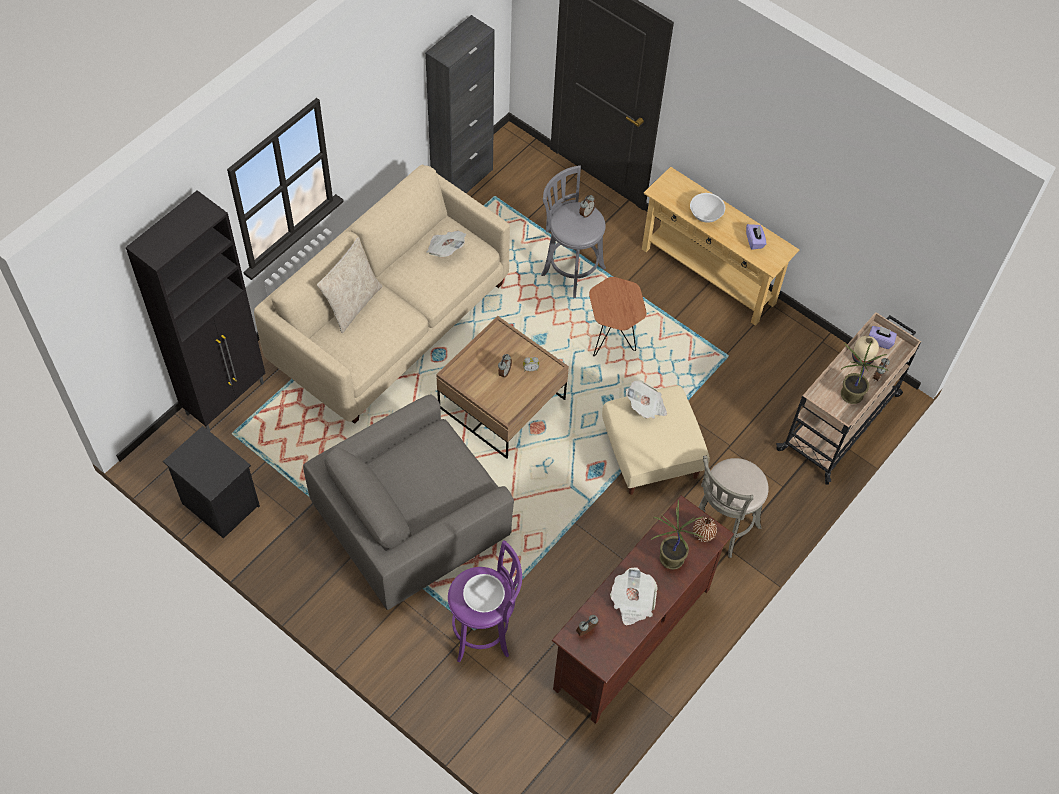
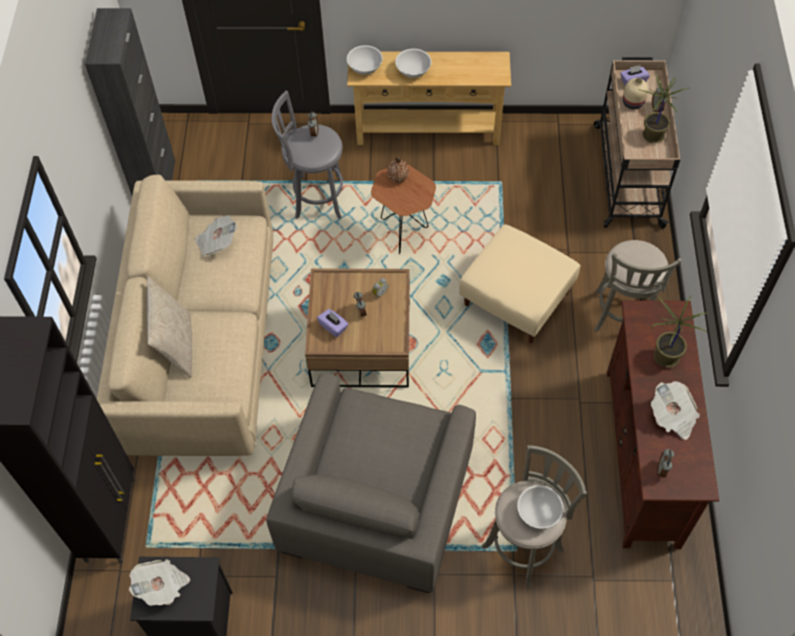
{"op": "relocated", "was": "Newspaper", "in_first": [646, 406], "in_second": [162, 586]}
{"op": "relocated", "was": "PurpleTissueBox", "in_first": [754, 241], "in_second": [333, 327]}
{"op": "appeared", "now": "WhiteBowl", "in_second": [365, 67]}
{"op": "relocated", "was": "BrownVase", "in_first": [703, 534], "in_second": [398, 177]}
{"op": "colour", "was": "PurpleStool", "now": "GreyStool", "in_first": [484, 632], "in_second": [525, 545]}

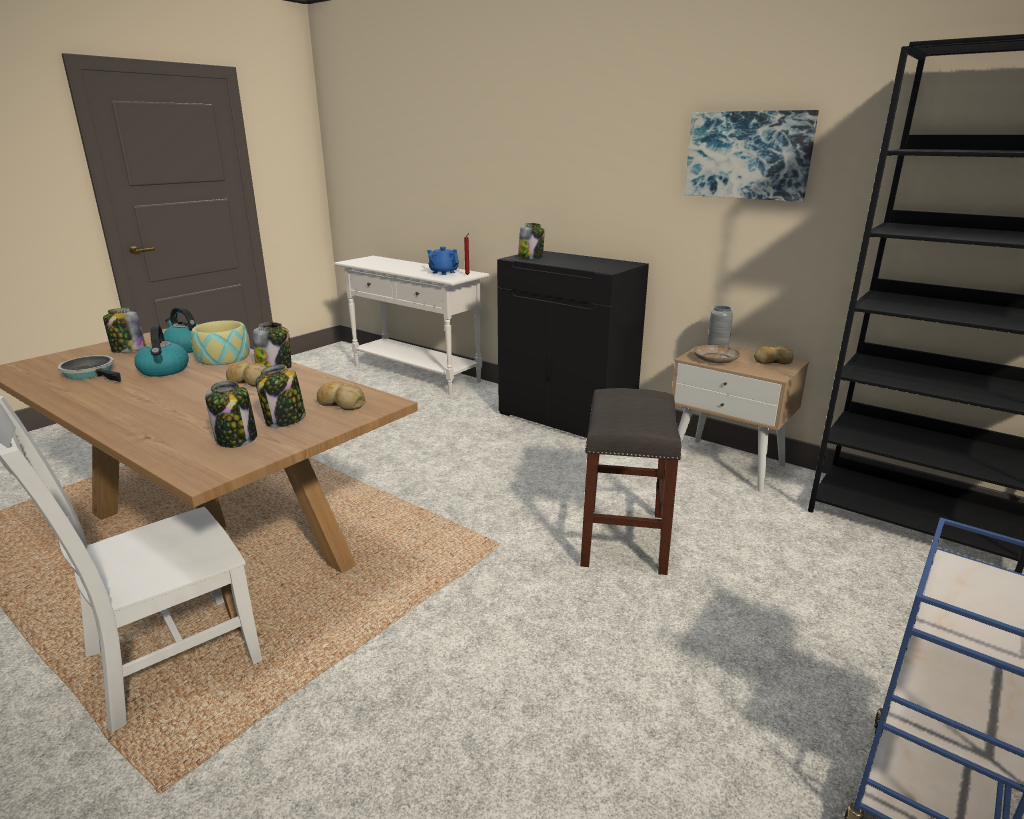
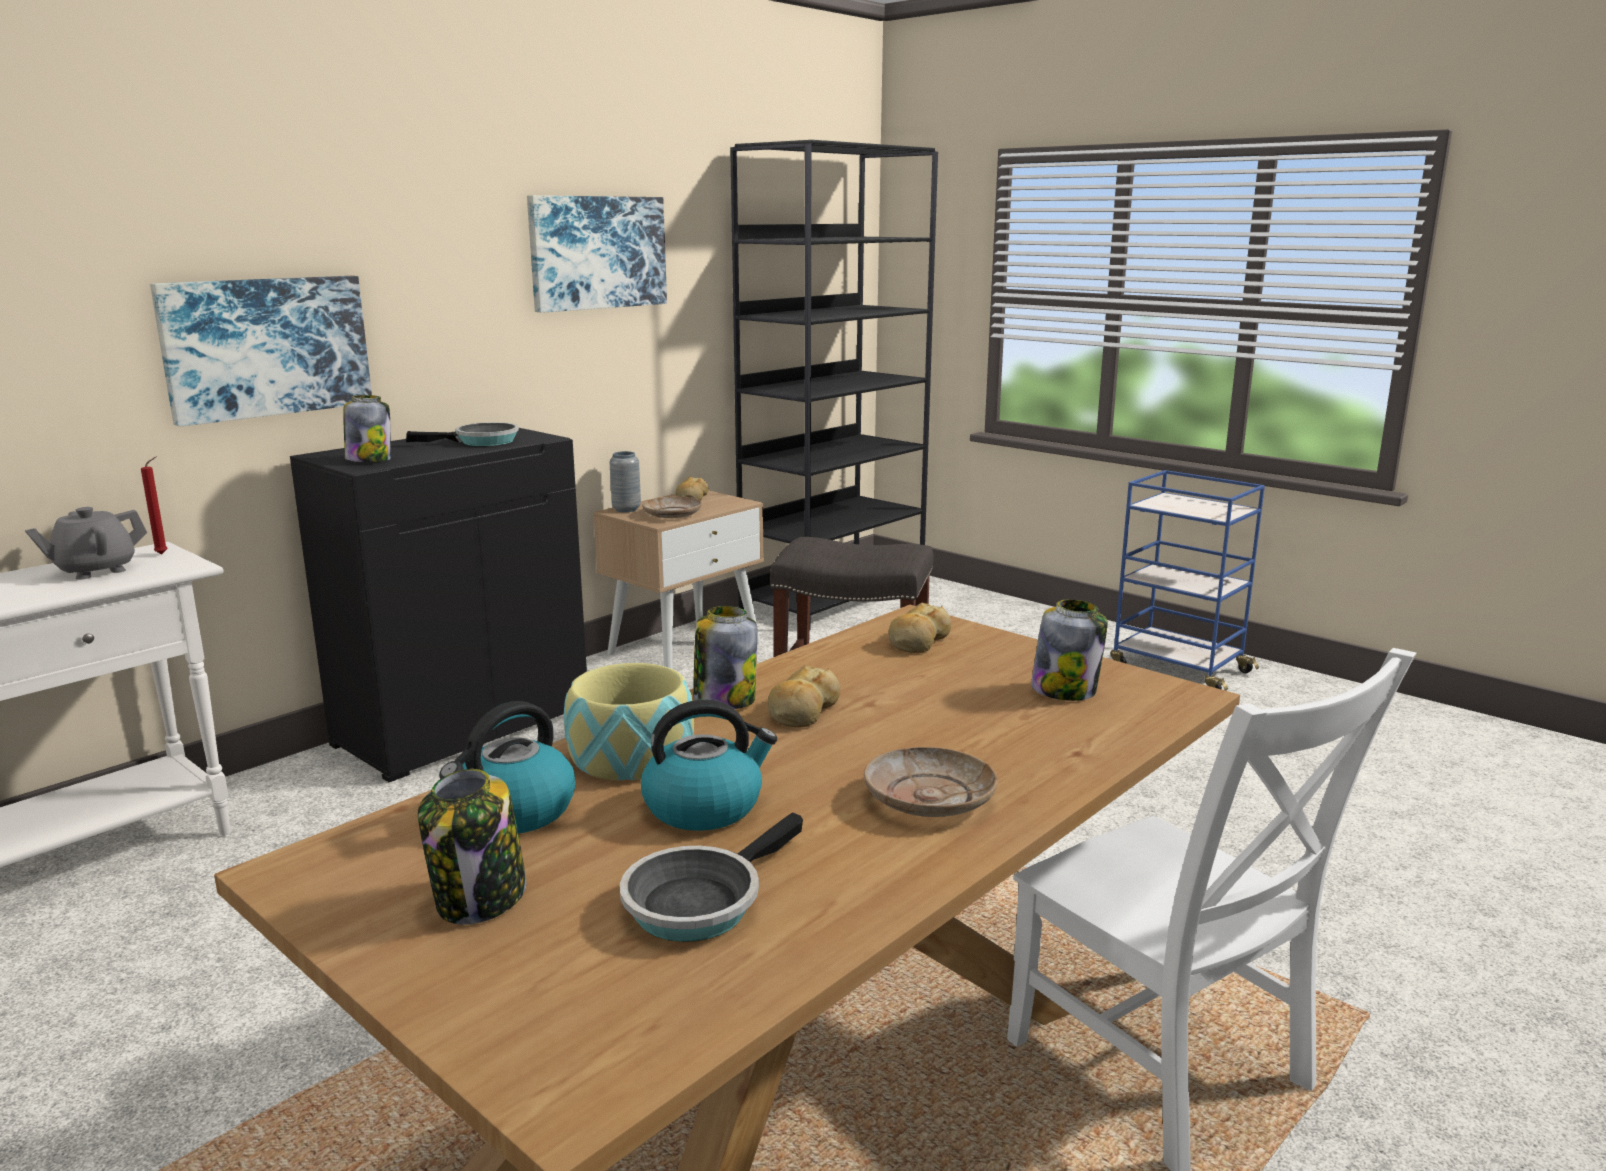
{"op": "colour", "was": "BlueTeapot", "now": "GreyTeapot", "in_first": [443, 272], "in_second": [95, 571]}
{"op": "appeared", "now": "Picture", "in_second": [266, 347]}
{"op": "appeared", "now": "FryingPan", "in_second": [481, 442]}
{"op": "appeared", "now": "BeigePlate", "in_second": [928, 798]}
{"op": "missing", "was": "Jar", "in_first": [285, 420]}

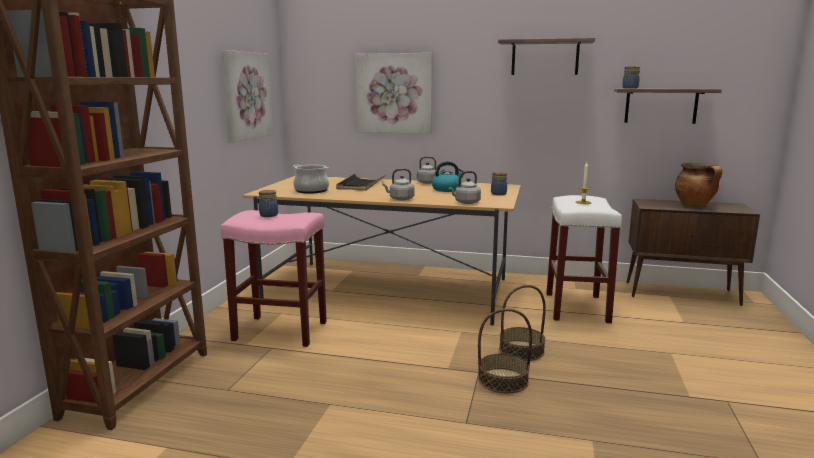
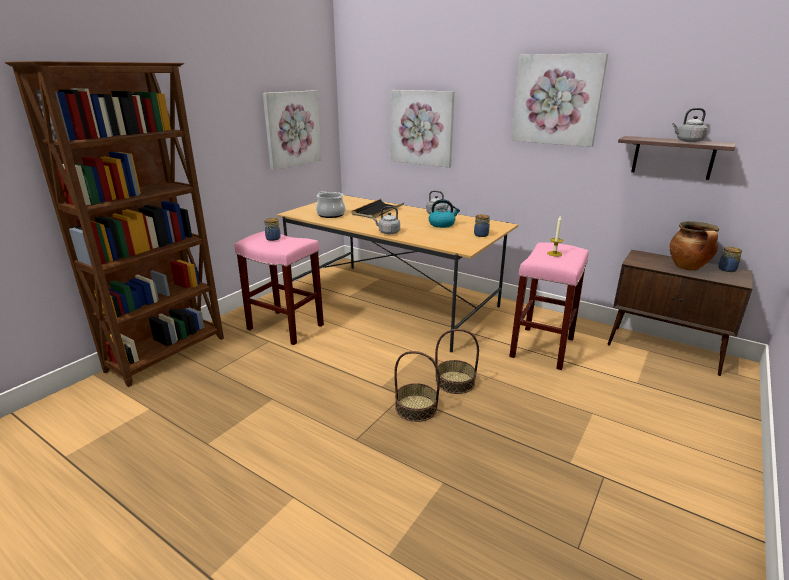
{"op": "colour", "was": "WhiteStool", "now": "PinkStool", "in_first": [577, 308], "in_second": [542, 348]}
{"op": "exchanged", "was": "Shelf", "now": "Picture", "in_first": [545, 57], "in_second": [557, 100]}
{"op": "relocated", "was": "GreyKettle", "in_first": [466, 202], "in_second": [687, 141]}
{"op": "relocated", "was": "Jar", "in_first": [629, 88], "in_second": [726, 269]}

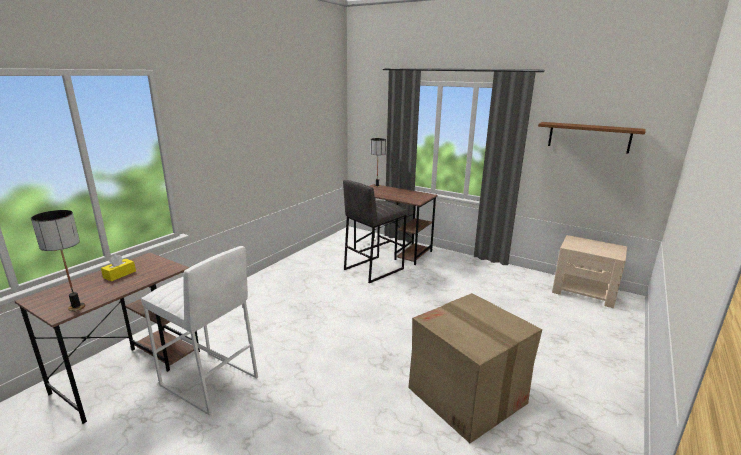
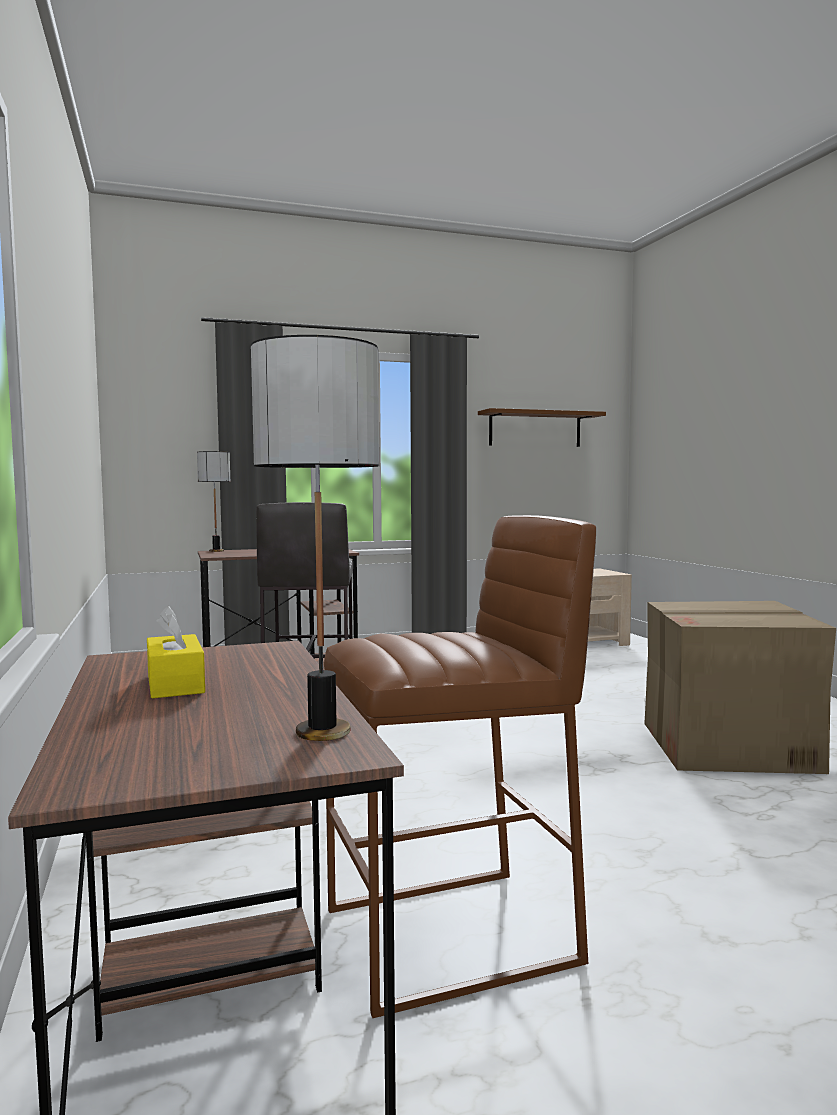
{"op": "colour", "was": "WhiteStool", "now": "BrownStool", "in_first": [209, 382], "in_second": [453, 936]}

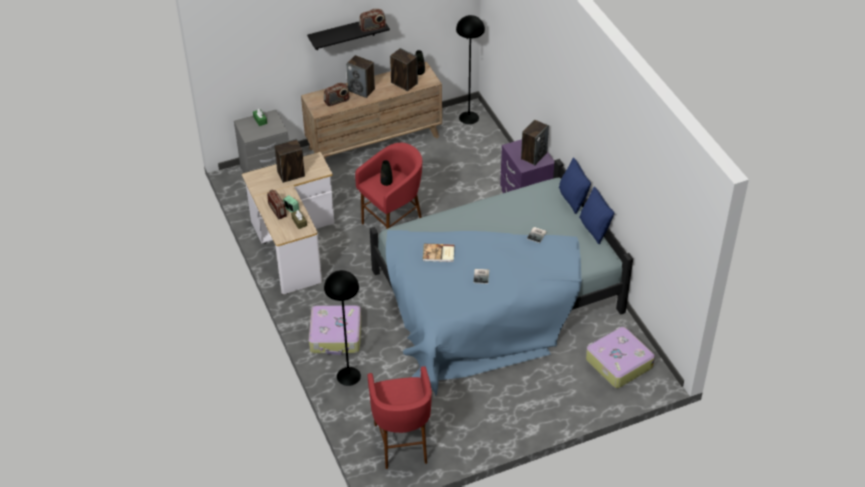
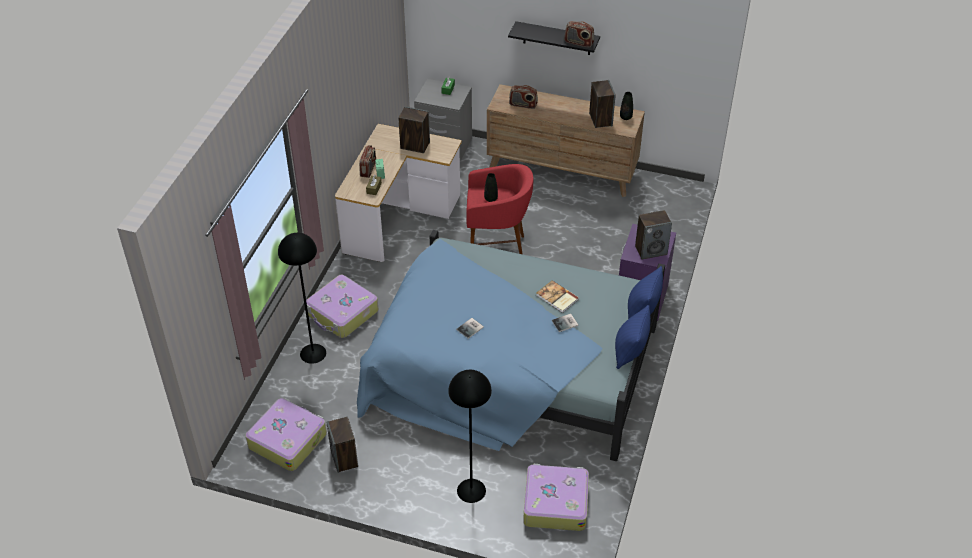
{"op": "exchanged", "was": "RedStool", "now": "Suitcase", "in_first": [402, 443], "in_second": [288, 440]}
{"op": "relocated", "was": "Speaker", "in_first": [361, 90], "in_second": [344, 458]}
{"op": "relocated", "was": "BlackFloorLamp", "in_first": [469, 118], "in_second": [471, 491]}
{"op": "relocated", "was": "Book", "in_first": [439, 254], "in_second": [557, 298]}

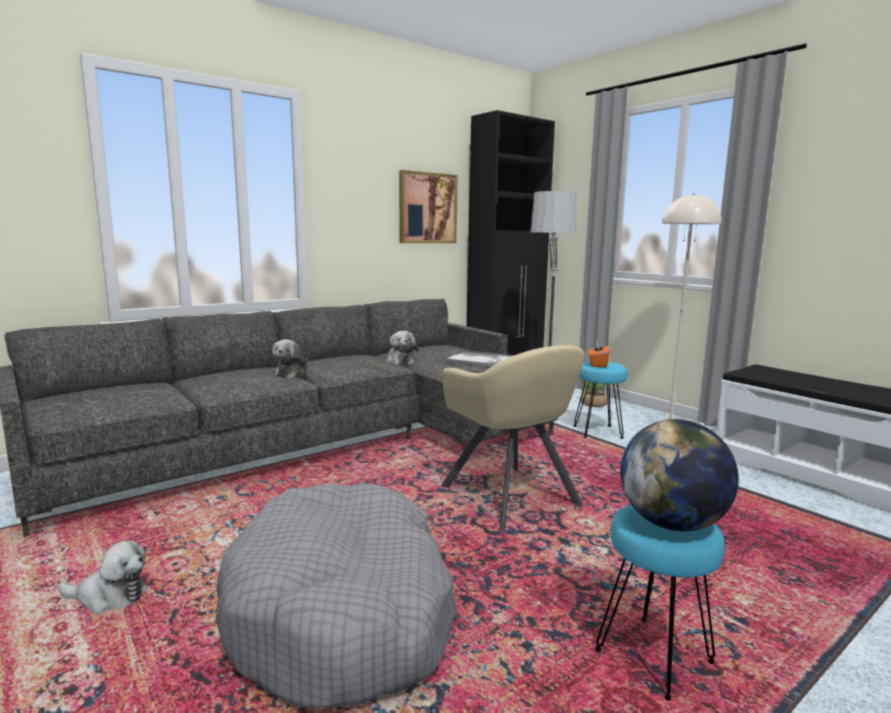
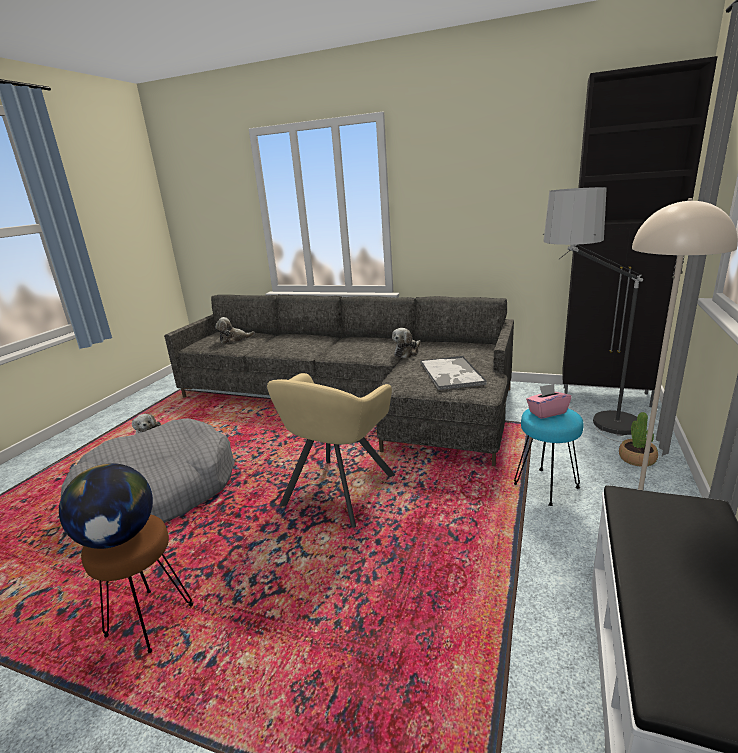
{"op": "colour", "was": "TurquoiseStool", "now": "BrownStool", "in_first": [652, 656], "in_second": [151, 620]}
{"op": "relocated", "was": "PlushToy", "in_first": [292, 373], "in_second": [234, 339]}
{"op": "colour", "was": "OrangeTissueBox", "now": "PinkTissueBox", "in_first": [598, 364], "in_second": [547, 412]}
{"op": "missing", "was": "Picture", "in_first": [427, 208]}

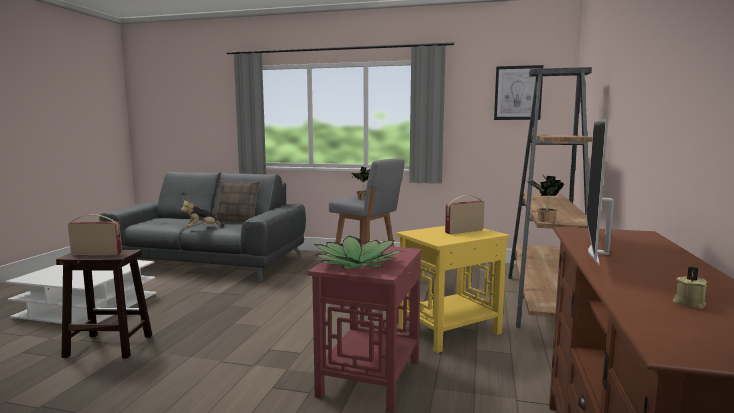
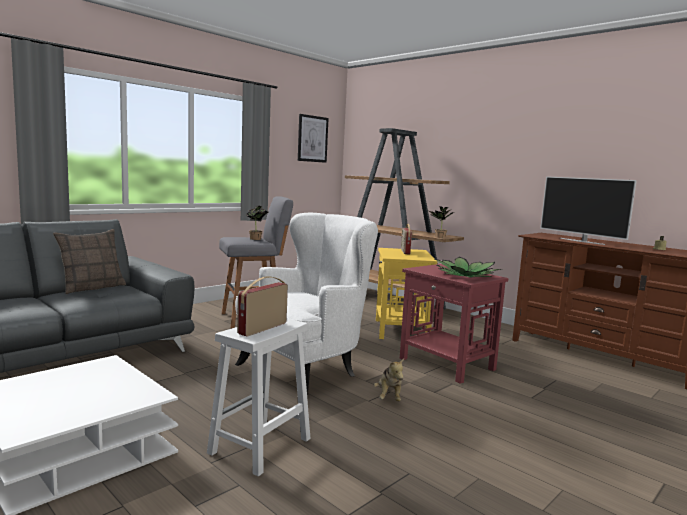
{"op": "colour", "was": "BrownStool", "now": "WhiteStool", "in_first": [107, 346], "in_second": [259, 447]}
{"op": "appeared", "now": "WhiteArmchair", "in_second": [305, 371]}
{"op": "relocated", "was": "PlushToy", "in_first": [202, 228], "in_second": [389, 397]}

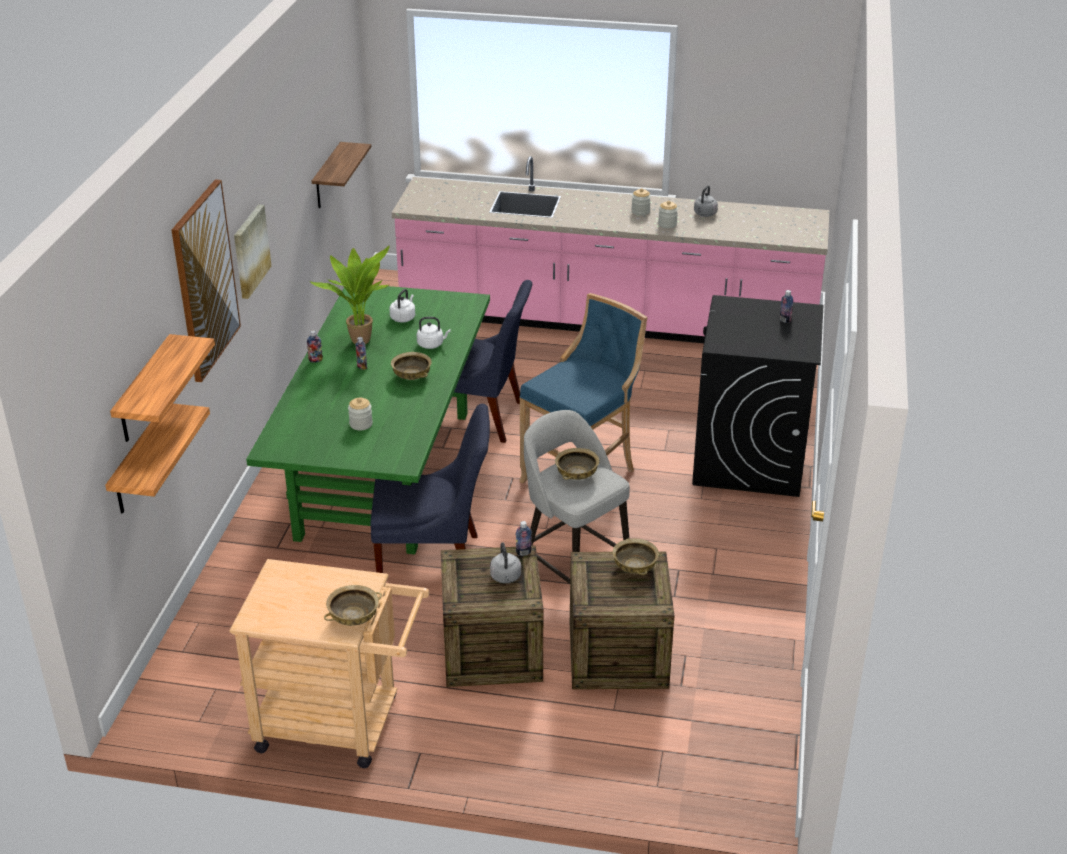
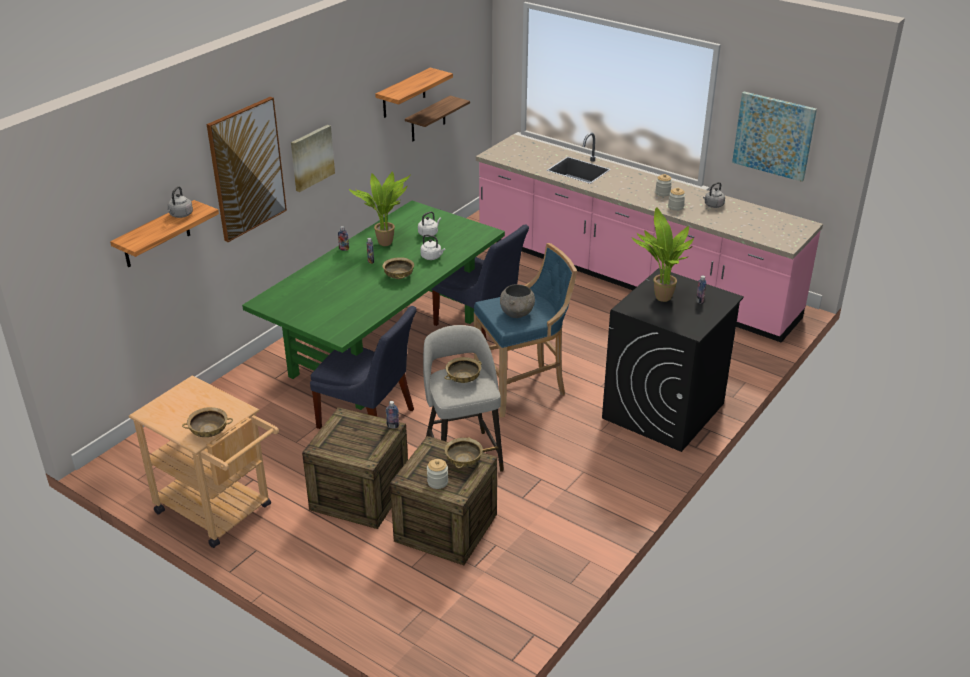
{"op": "relocated", "was": "GreyKettle", "in_first": [506, 578], "in_second": [180, 215]}
{"op": "relocated", "was": "Shelf", "in_first": [139, 461], "in_second": [404, 93]}
{"op": "relocated", "was": "Jar", "in_first": [361, 424], "in_second": [437, 482]}
{"op": "appeared", "now": "GreyBowl", "in_second": [517, 314]}
{"op": "appeared", "now": "PottedPlant", "in_second": [660, 298]}
{"op": "appeared", "now": "Picture", "in_second": [774, 135]}

